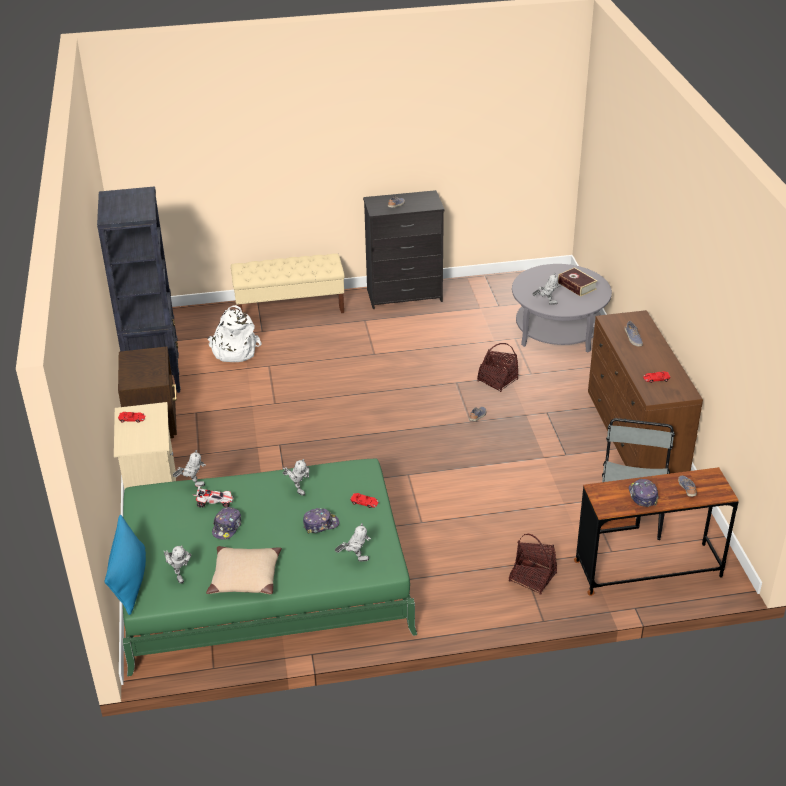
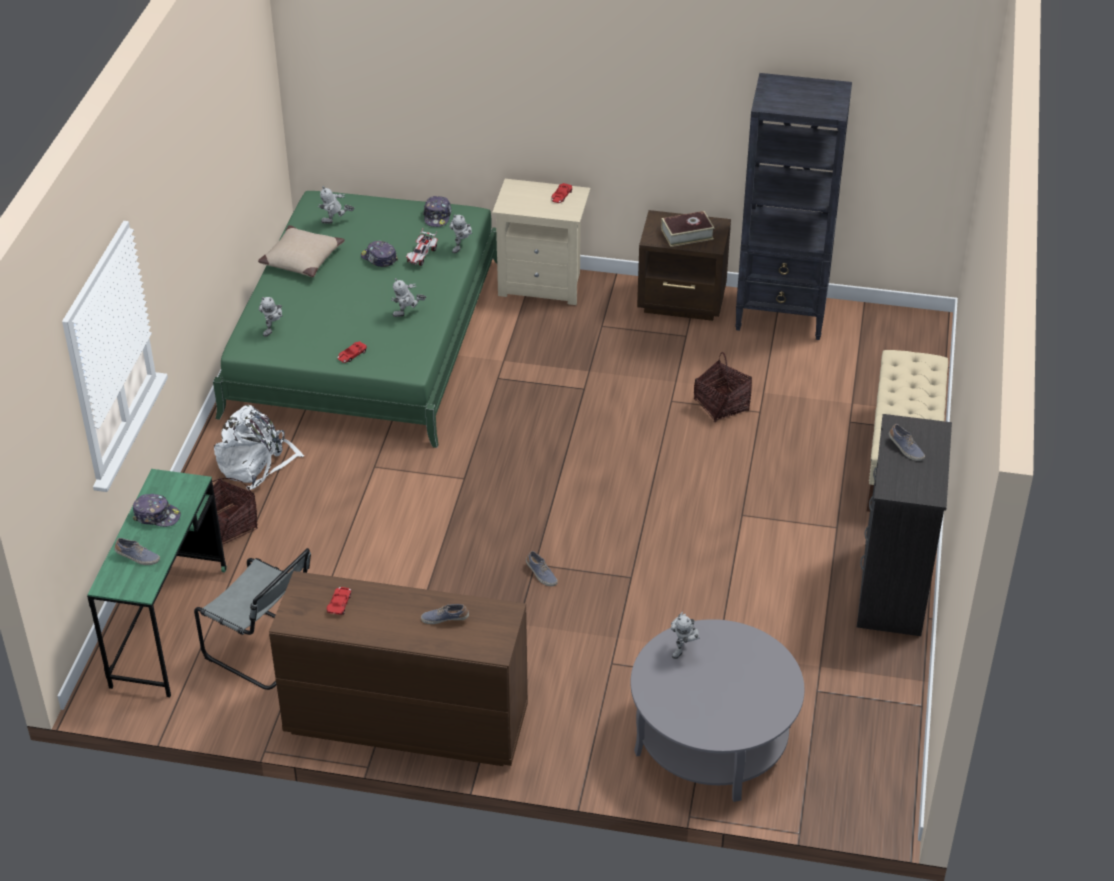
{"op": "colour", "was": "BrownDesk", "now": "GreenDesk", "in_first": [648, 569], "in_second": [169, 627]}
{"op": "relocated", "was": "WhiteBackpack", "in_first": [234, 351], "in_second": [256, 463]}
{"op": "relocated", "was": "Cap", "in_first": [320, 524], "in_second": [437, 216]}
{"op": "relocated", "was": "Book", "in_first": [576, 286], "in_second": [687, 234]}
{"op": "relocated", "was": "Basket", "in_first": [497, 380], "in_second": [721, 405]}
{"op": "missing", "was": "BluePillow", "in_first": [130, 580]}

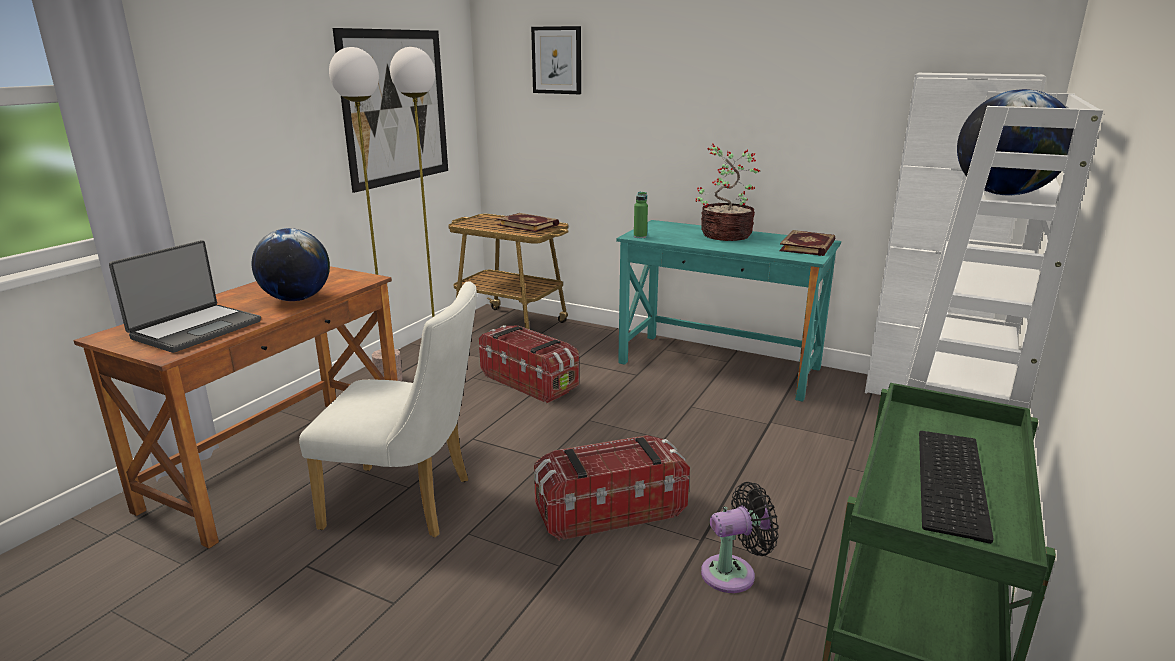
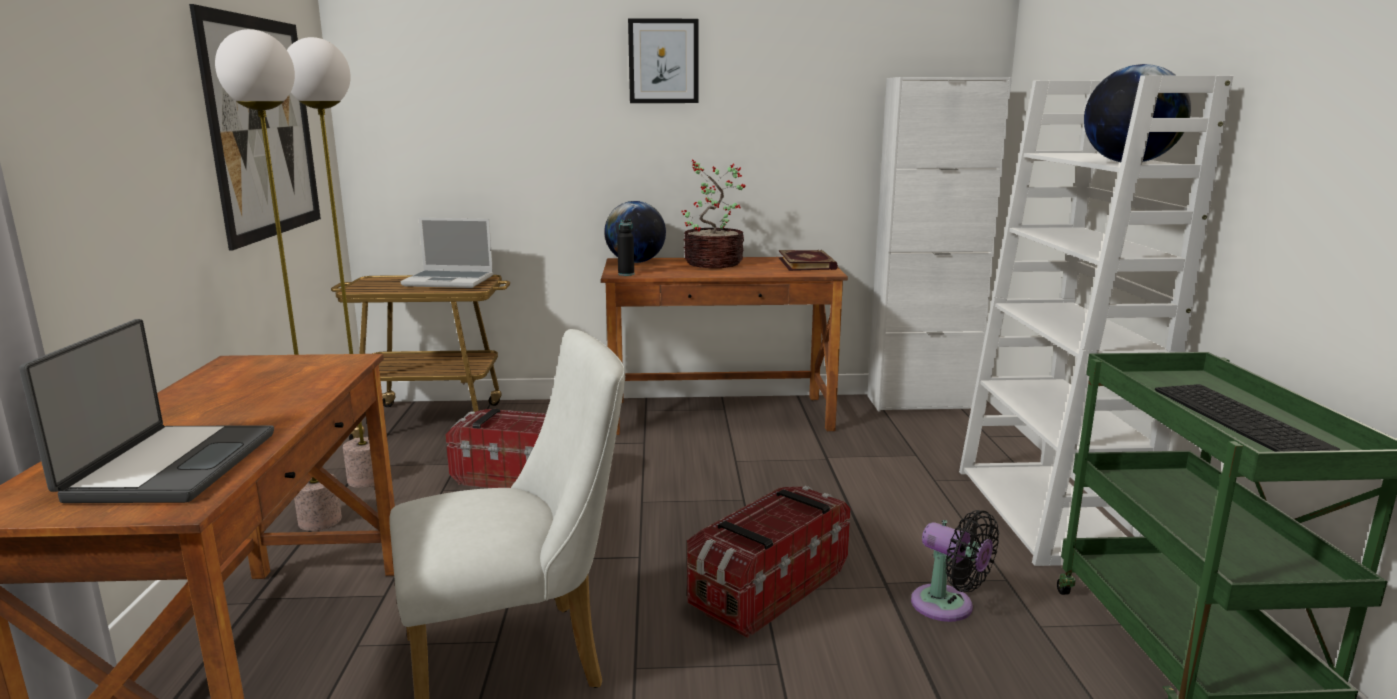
{"op": "exchanged", "was": "Book", "now": "Laptop", "in_first": [528, 225], "in_second": [450, 281]}
{"op": "colour", "was": "TurquoiseDesk", "now": "BrownDesk", "in_first": [719, 365], "in_second": [720, 415]}
{"op": "relocated", "was": "Globe", "in_first": [296, 299], "in_second": [635, 262]}
{"op": "colour", "was": "GreenBottle", "now": "BlackBottle", "in_first": [640, 236], "in_second": [626, 274]}
{"op": "relocated", "was": "Picture", "in_first": [557, 60], "in_second": [663, 61]}
{"op": "spun", "was": "BlackFan", "in_first": [733, 573], "in_second": [948, 607], "clockwise": 90}

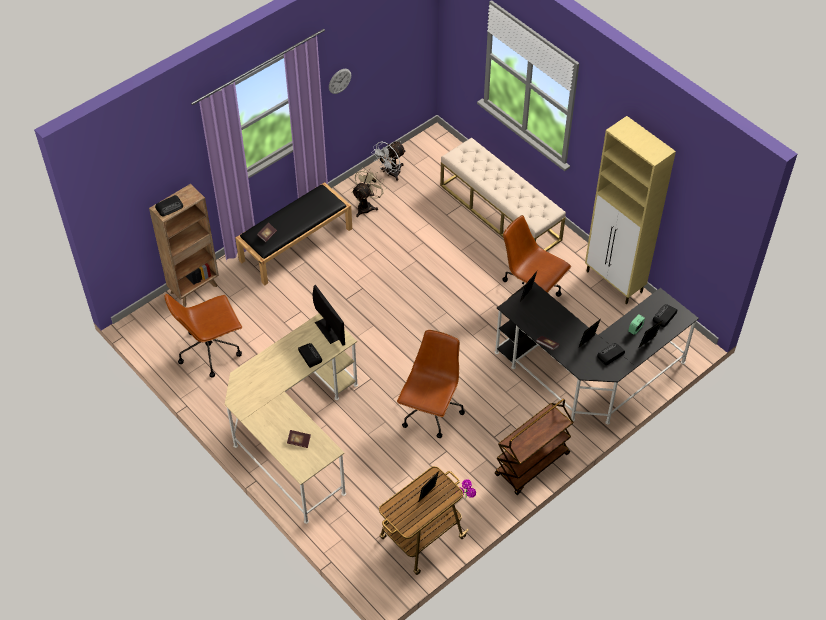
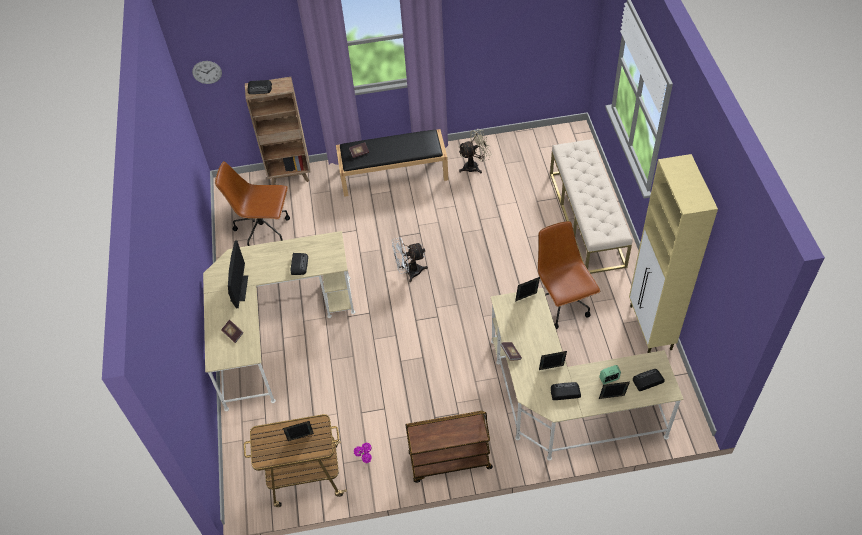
{"op": "relocated", "was": "WallClock", "in_first": [339, 81], "in_second": [207, 72]}
{"op": "relocated", "was": "Monitor", "in_first": [328, 330], "in_second": [239, 288]}
{"op": "relocated", "was": "WhiteFan", "in_first": [390, 173], "in_second": [409, 272]}
{"op": "colour", "was": "BlackDesk", "now": "BeigeDesk", "in_first": [589, 375], "in_second": [564, 404]}
{"op": "missing", "was": "BrownOfficeChair", "in_first": [430, 412]}

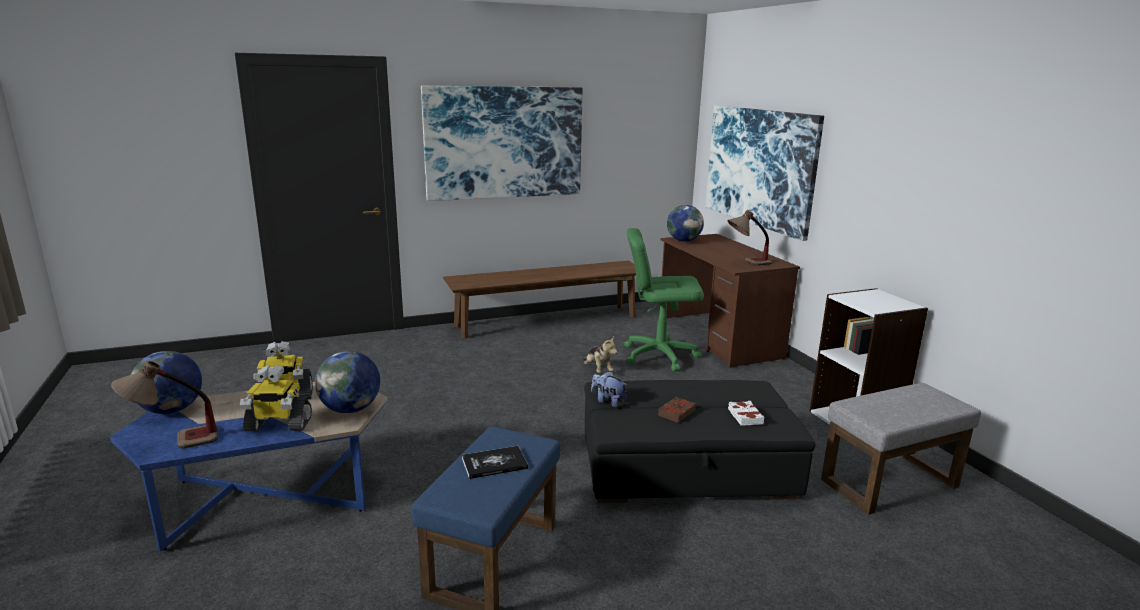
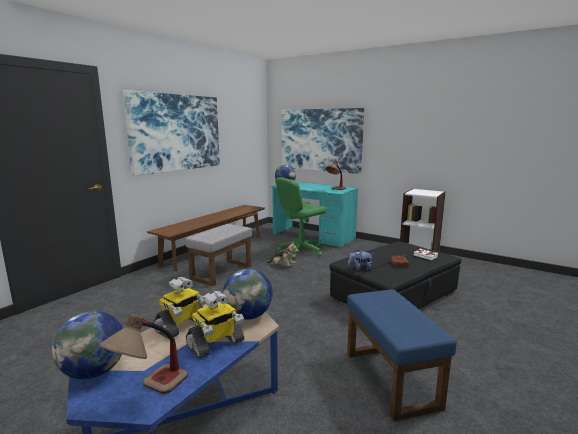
{"op": "relocated", "was": "GreyOttoman", "in_first": [889, 482], "in_second": [222, 272]}
{"op": "colour", "was": "BrownDesk", "now": "TurquoiseDesk", "in_first": [717, 337], "in_second": [313, 236]}
{"op": "missing", "was": "Book", "in_first": [494, 463]}

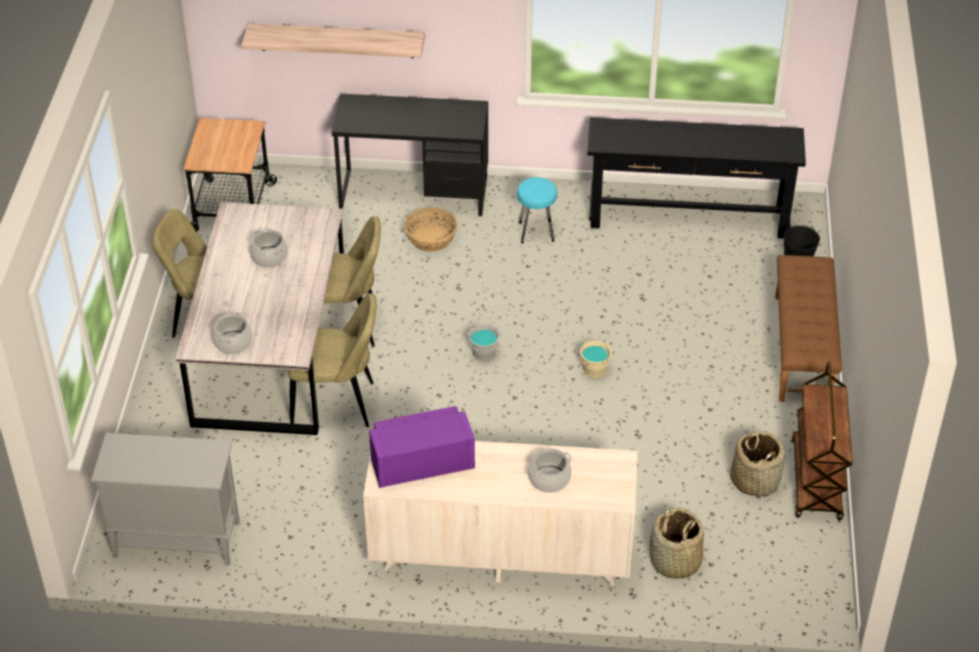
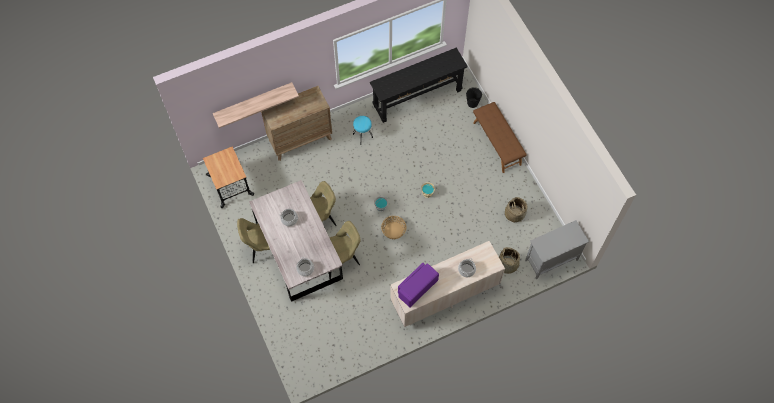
{"op": "exchanged", "was": "BlackDesk", "now": "BrownDresser", "in_first": [414, 193], "in_second": [300, 139]}
{"op": "relocated", "was": "Basket", "in_first": [431, 238], "in_second": [393, 230]}
{"op": "relocated", "was": "GreyCabinet", "in_first": [175, 540], "in_second": [551, 260]}
{"op": "missing", "was": "BrownCart", "in_first": [816, 480]}

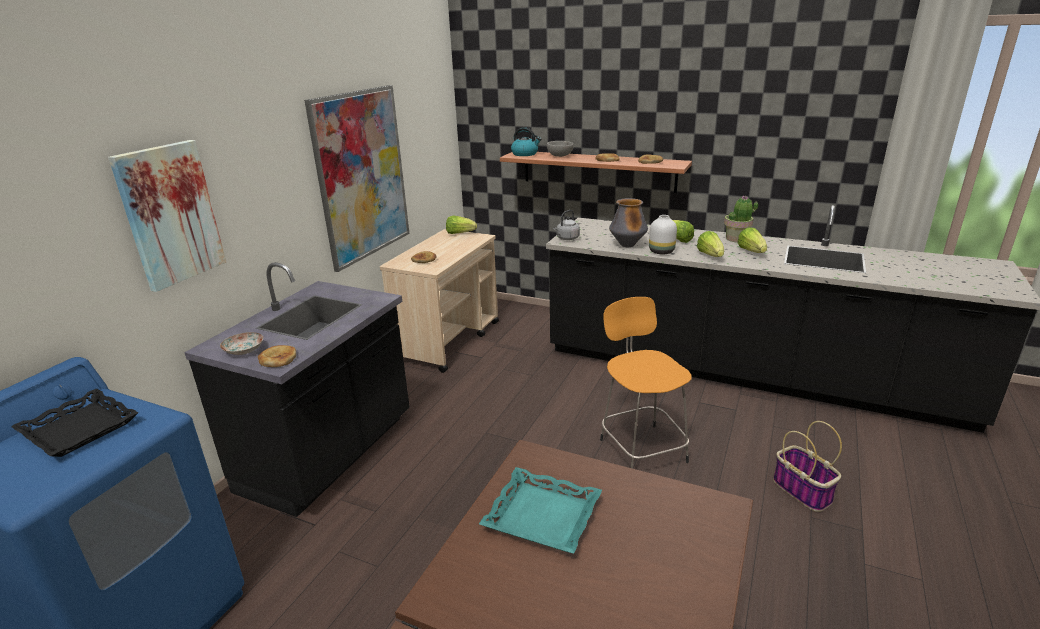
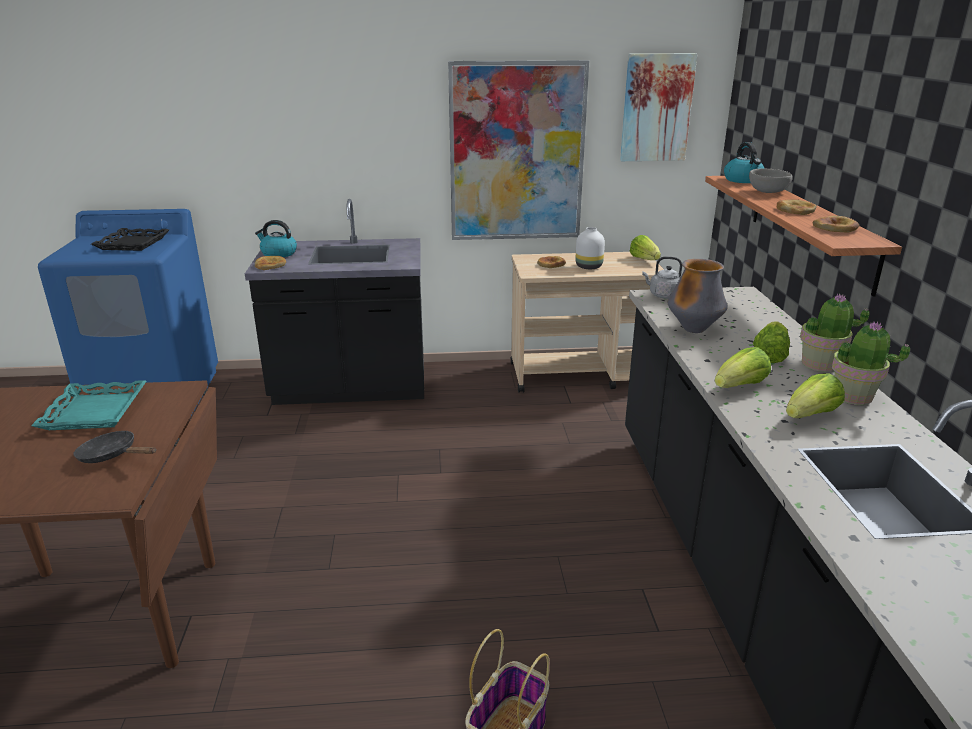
{"op": "appeared", "now": "BlackFryingPan", "in_second": [112, 455]}
{"op": "exchanged", "was": "Plate", "now": "Kettle", "in_first": [244, 350], "in_second": [278, 253]}
{"op": "relocated", "was": "WhiteVase", "in_first": [662, 251], "in_second": [589, 267]}
{"op": "relocated", "was": "Picture", "in_first": [170, 214], "in_second": [656, 108]}
{"op": "appeared", "now": "PottedPlant", "in_second": [820, 364]}
{"op": "missing", "was": "OrangeStool", "in_first": [641, 448]}

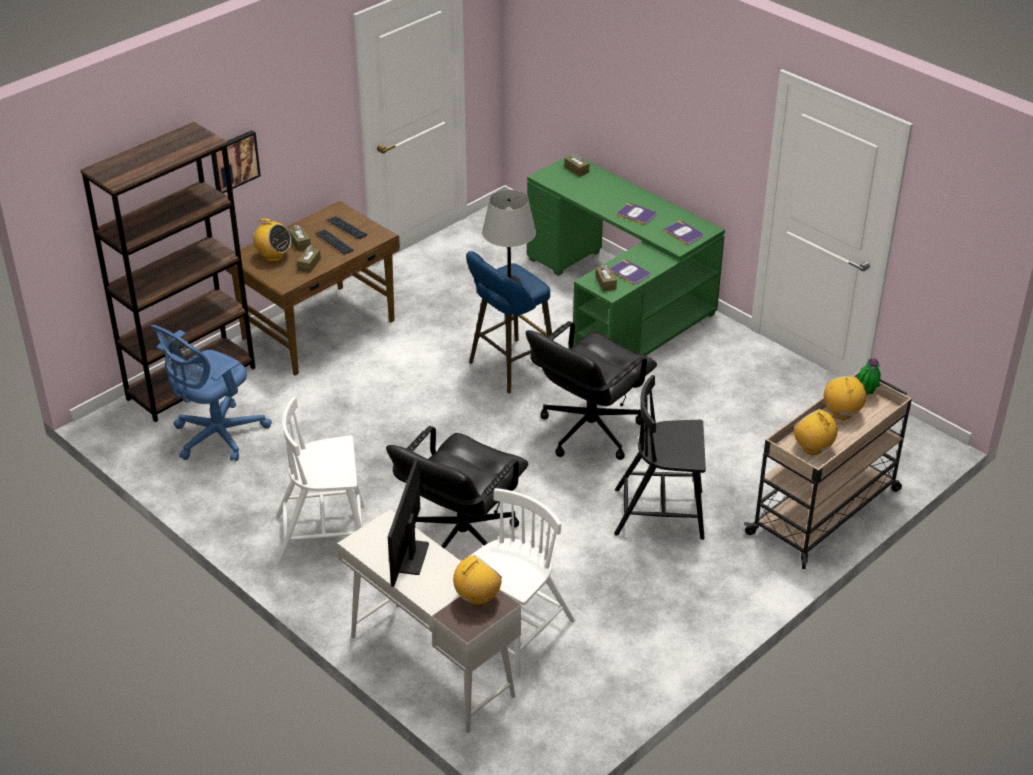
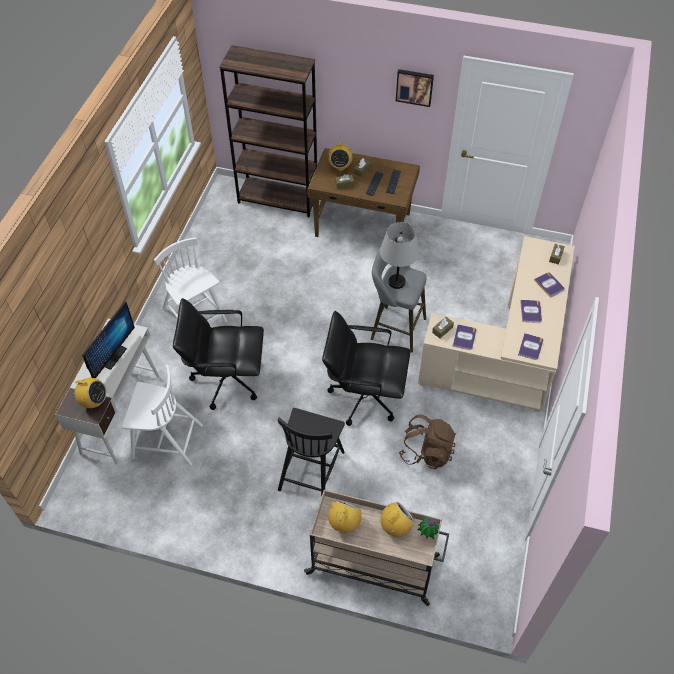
{"op": "spun", "was": "Monitor", "in_first": [412, 557], "in_second": [112, 356], "clockwise": 135}
{"op": "spun", "was": "BlackChair", "in_first": [661, 513], "in_second": [311, 469], "clockwise": -135}
{"op": "colour", "was": "BlueStool", "now": "GreyStool", "in_first": [508, 368], "in_second": [395, 328]}
{"op": "relocated", "was": "Picture", "in_first": [233, 161], "in_second": [414, 87]}
{"op": "appeared", "now": "BrownBackpack", "in_second": [426, 452]}
{"op": "colour", "was": "GreenDesk", "now": "BeigeDesk", "in_first": [620, 303], "in_second": [507, 354]}
{"op": "appeared", "now": "Book", "in_second": [549, 285]}
{"op": "missing", "was": "BlueOfficeChair", "in_first": [215, 437]}

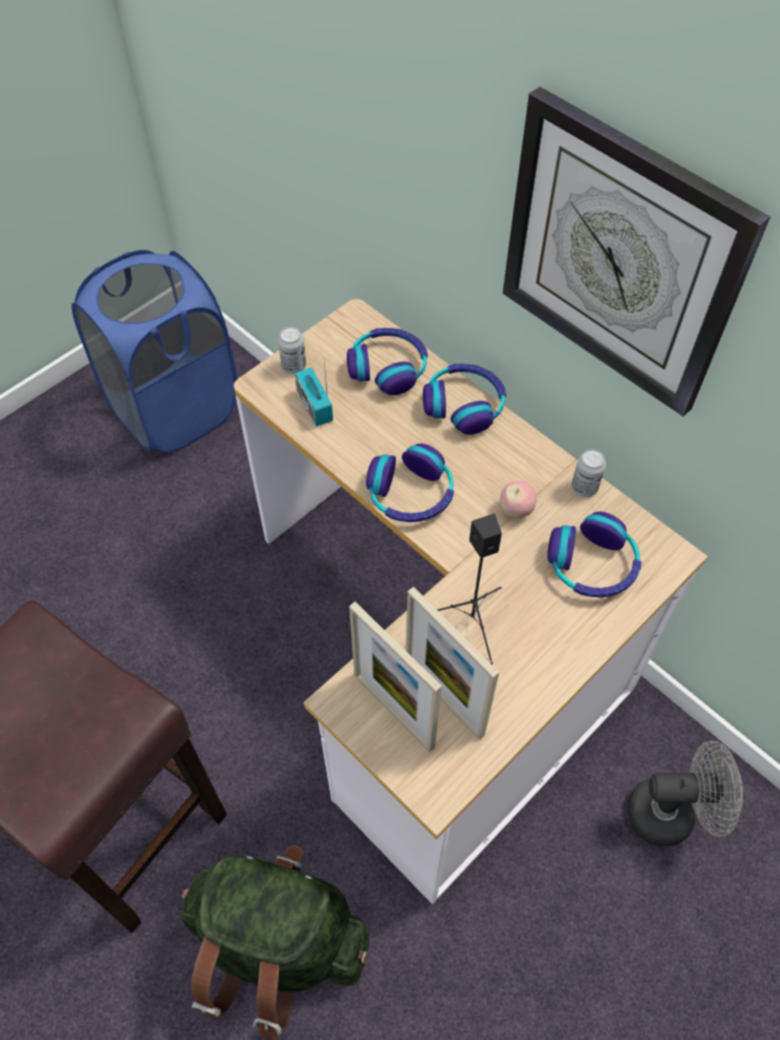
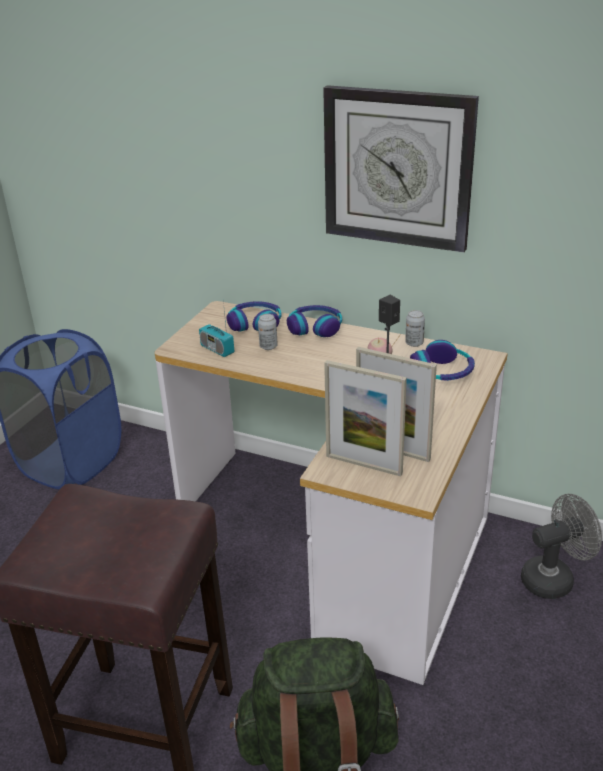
{"op": "relocated", "was": "Can", "in_first": [294, 366], "in_second": [268, 346]}
{"op": "missing", "was": "Headphones", "in_first": [410, 494]}

